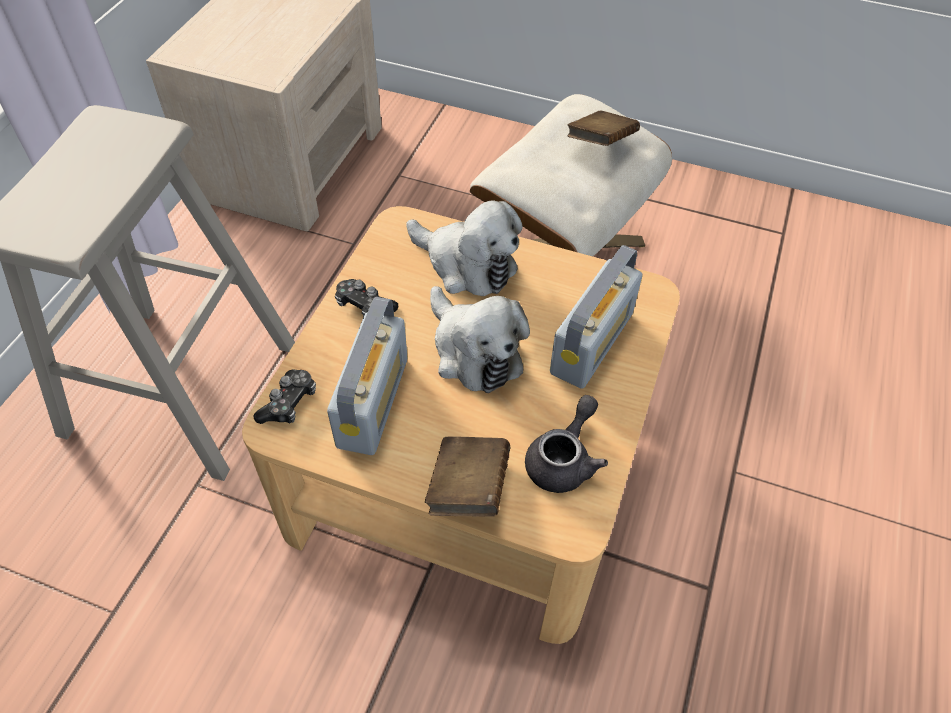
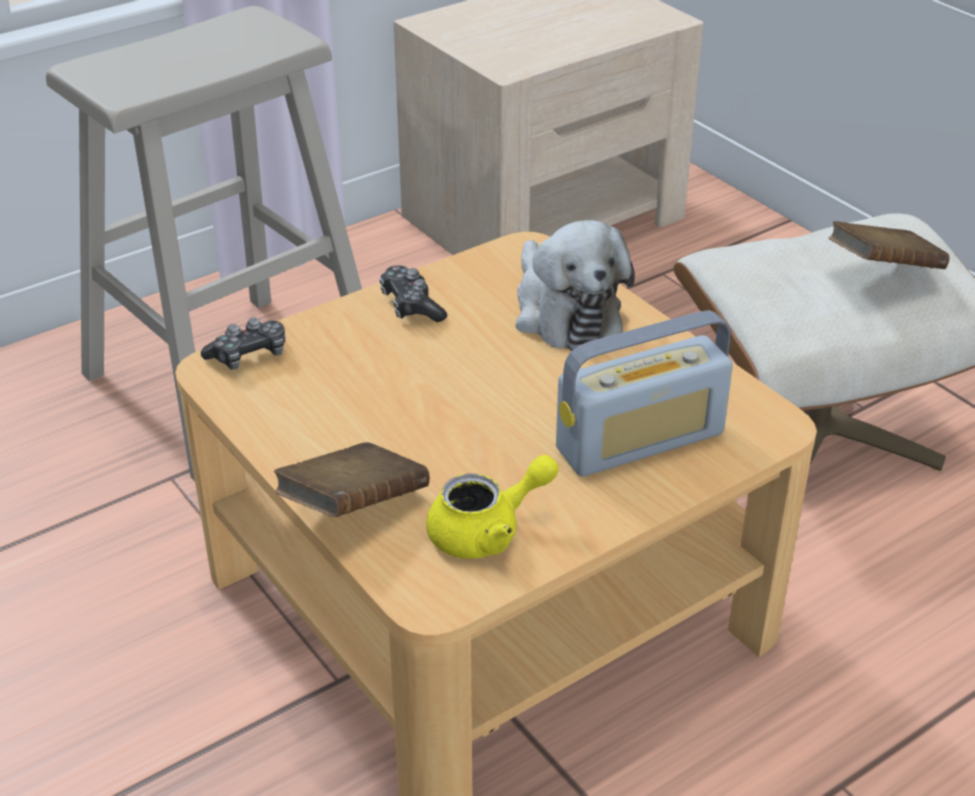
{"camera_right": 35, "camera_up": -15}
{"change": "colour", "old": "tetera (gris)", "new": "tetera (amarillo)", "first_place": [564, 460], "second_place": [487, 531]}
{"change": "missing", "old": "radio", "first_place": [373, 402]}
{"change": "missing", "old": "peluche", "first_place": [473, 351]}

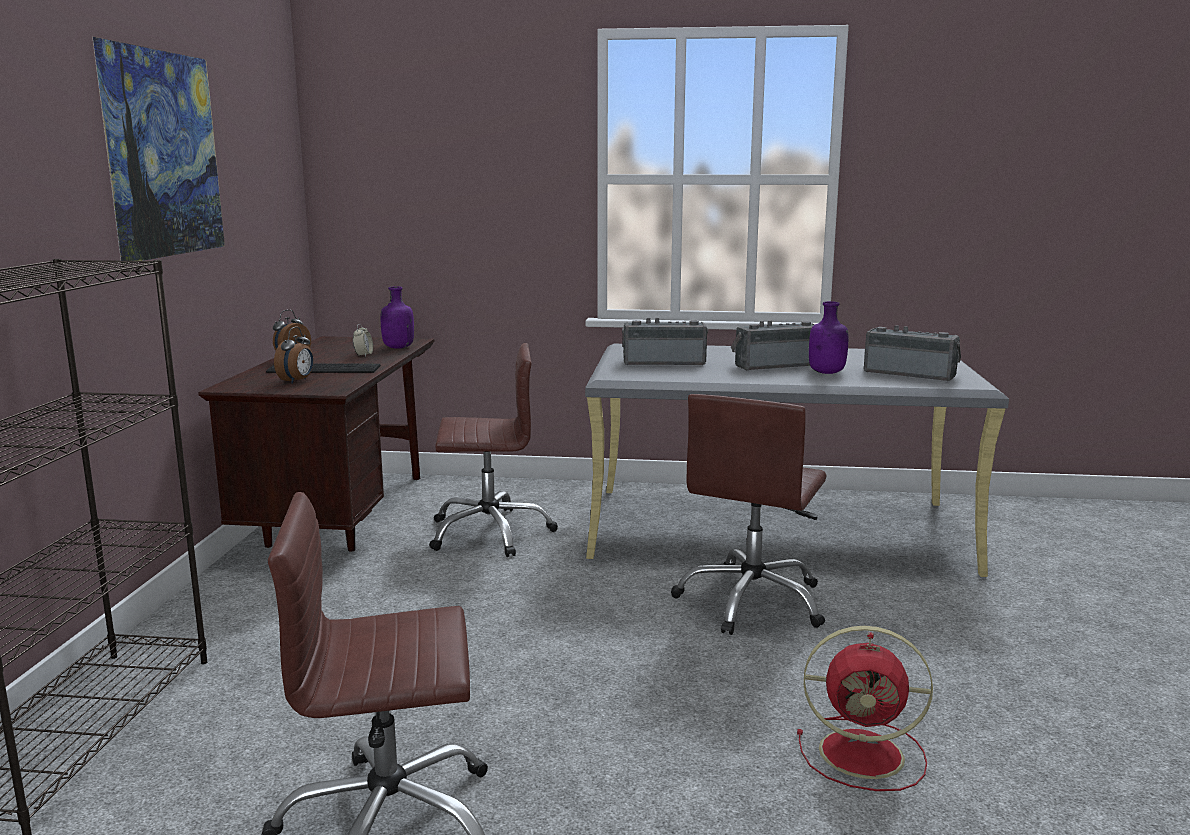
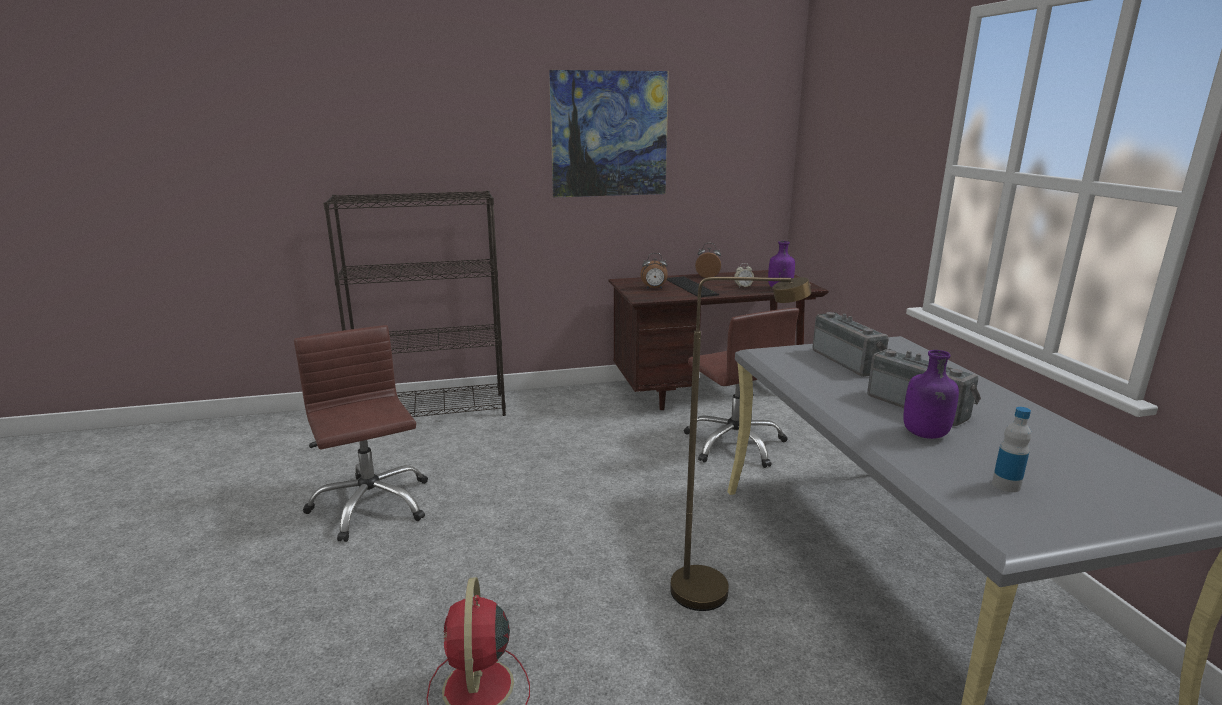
{"camera_right": 70, "camera_up": 5}
{"change": "exchanged", "old": "silla de oficina (marrón)", "new": "lámpara de pie (marrón)", "first_place": [752, 601], "second_place": [715, 590]}
{"change": "exchanged", "old": "radio", "new": "botella", "first_place": [910, 374], "second_place": [1006, 485]}

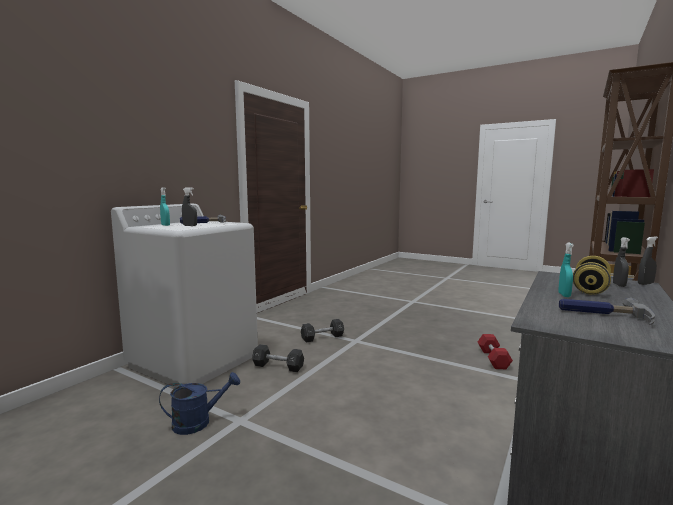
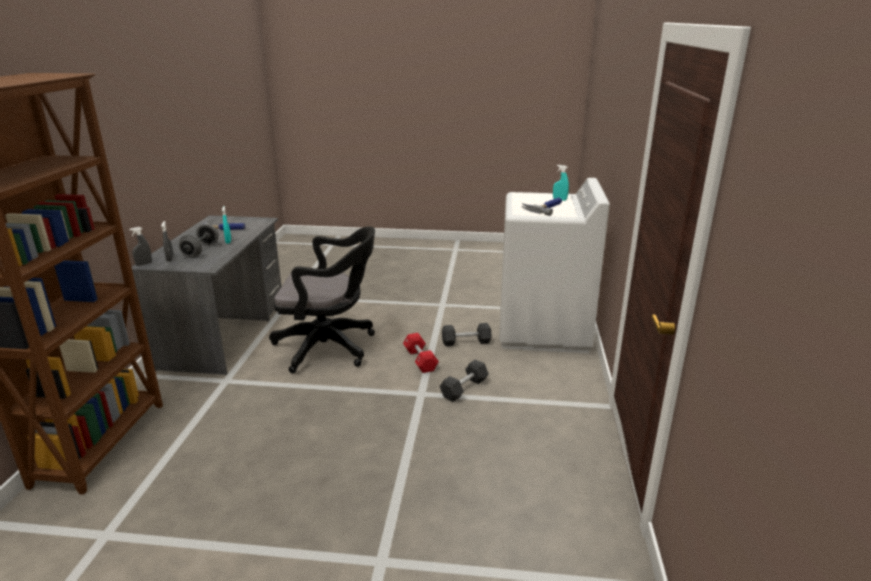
{"camera_right": 155, "camera_up": 15}
{"change": "colour", "old": "mancuerna (amarillo)", "new": "mancuerna (gris)", "first_place": [590, 289], "second_place": [201, 251]}
{"change": "appeared", "new": "silla de oficina (negro)", "second_place": [330, 347]}
{"change": "relocated", "old": "mancuerna (rojo)", "first_place": [493, 359], "second_place": [420, 360]}
{"change": "missing", "old": "regadera (azul)", "first_place": [198, 422]}
{"change": "missing", "old": "pulverizador (gris)", "first_place": [190, 225]}

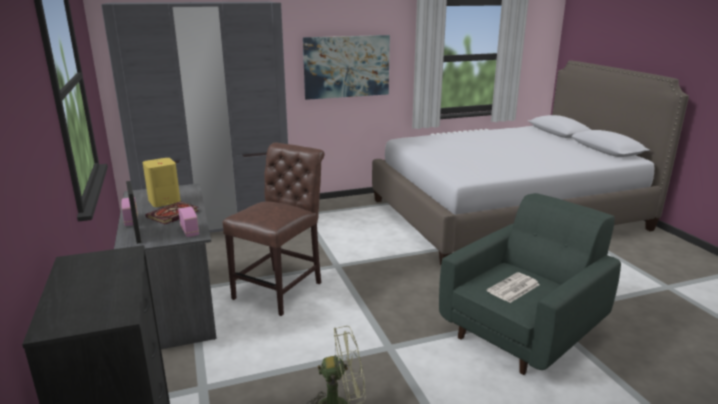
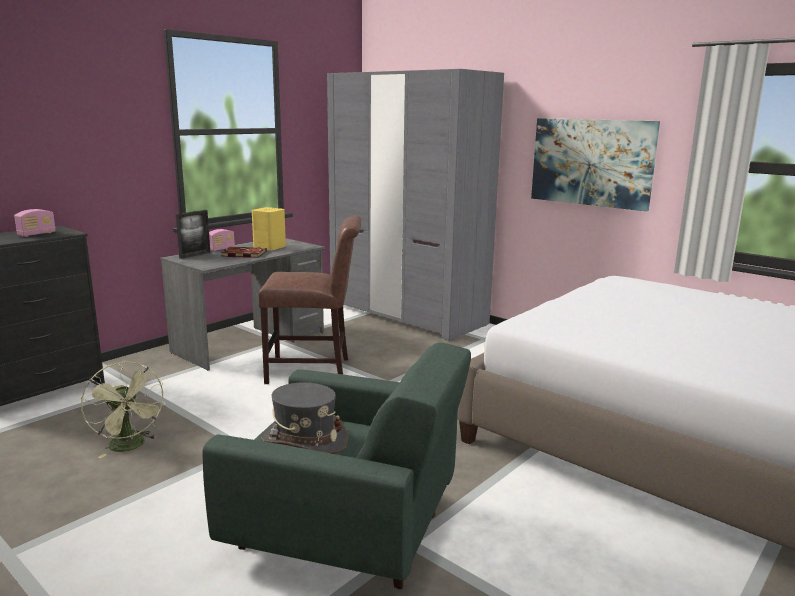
{"camera_right": 60, "camera_up": -5}
{"change": "relocated", "old": "radio", "first_place": [189, 231], "second_place": [37, 234]}
{"change": "exchanged", "old": "periódico", "new": "sombrero (gris)", "first_place": [513, 288], "second_place": [304, 441]}

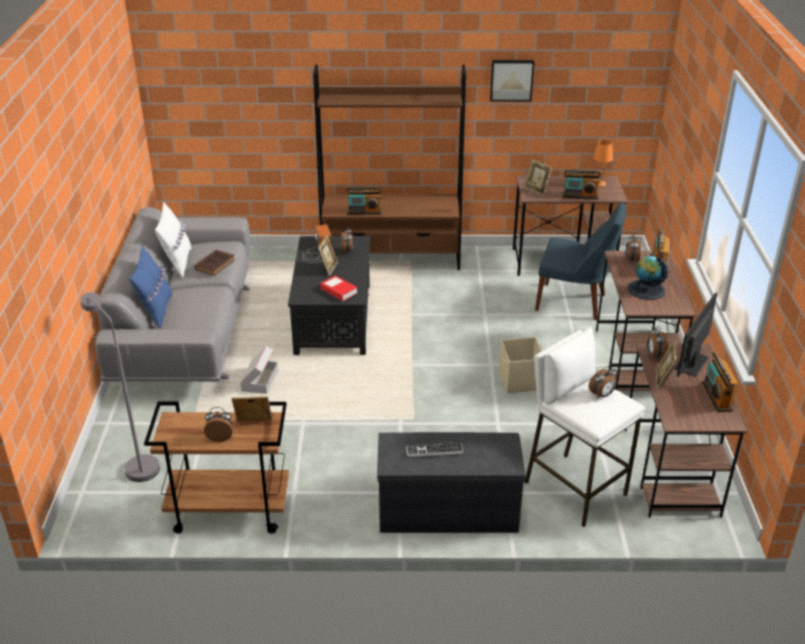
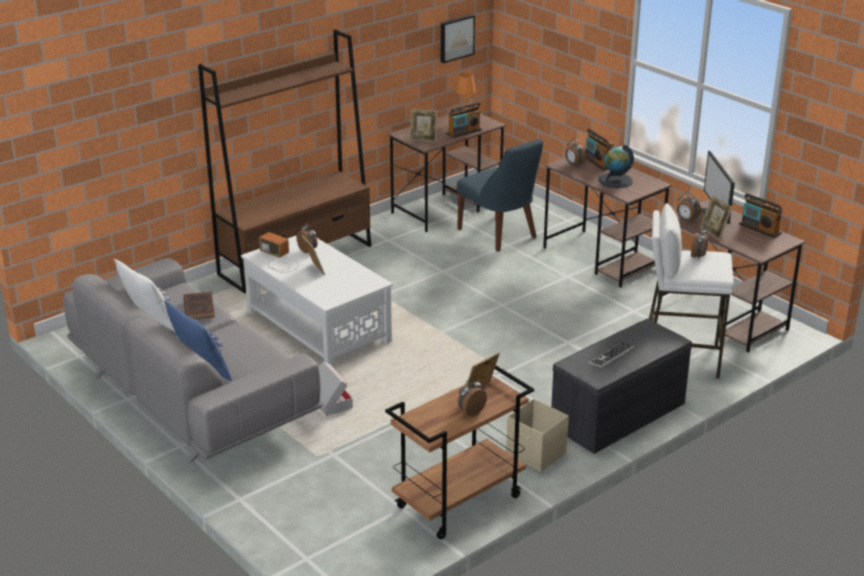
{"camera_right": -40, "camera_up": -5}
{"change": "colour", "old": "mesa de centro (negro)", "new": "mesa de centro (blanco)", "first_place": [333, 318], "second_place": [318, 326]}
{"change": "relocated", "old": "cuadro", "first_place": [511, 80], "second_place": [456, 38]}
{"change": "spun", "old": "silla (azul)", "first_place": [574, 302], "second_place": [499, 234], "degrees": 75}
{"change": "relocated", "old": "caja de almacenaje (beis)", "first_place": [519, 381], "second_place": [536, 454]}
{"change": "missing", "old": "lámpara de pie (gris)", "first_place": [137, 465]}
{"change": "missing", "old": "libro", "first_place": [338, 291]}
{"change": "missing", "old": "radio", "first_place": [364, 212]}

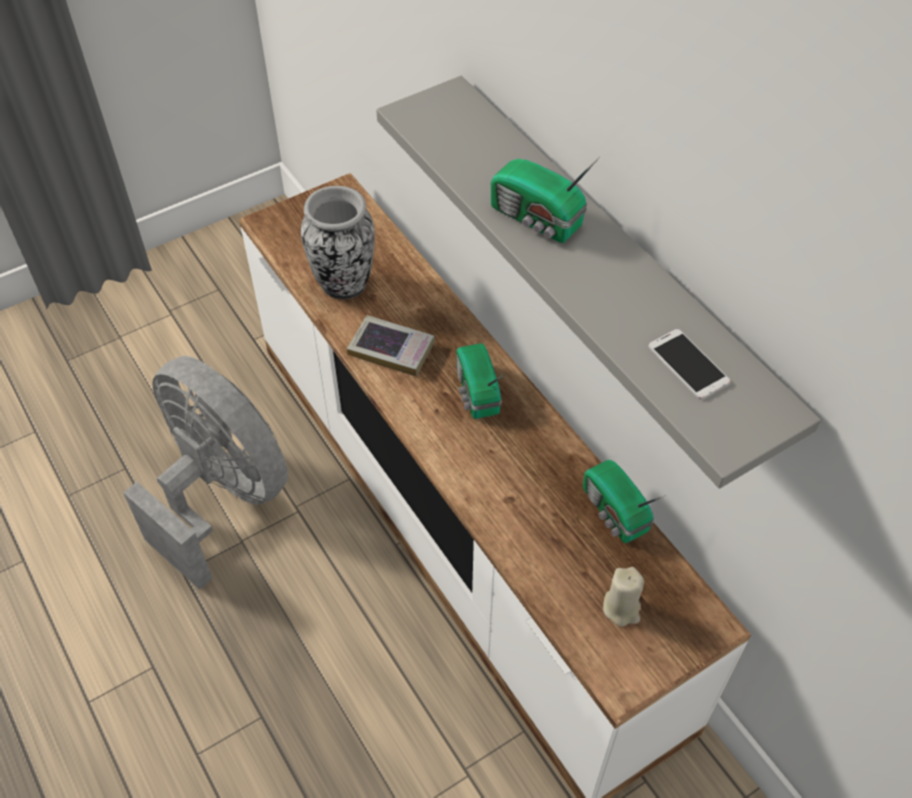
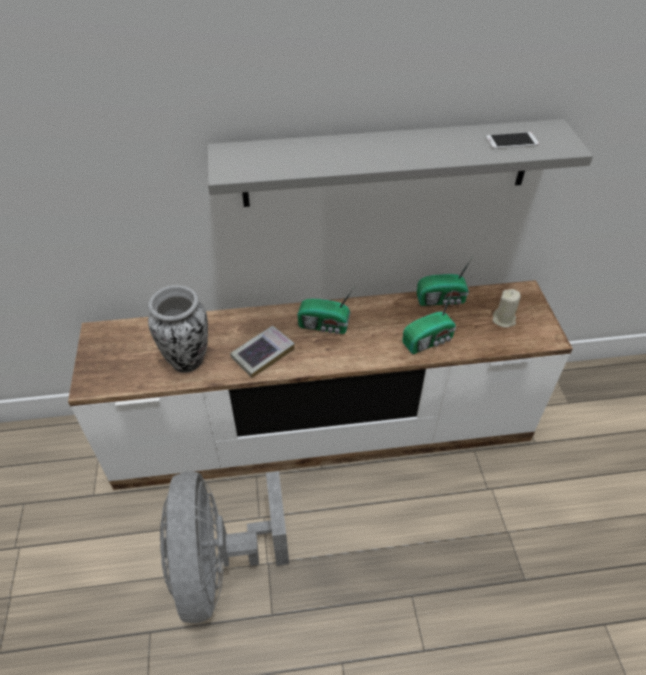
{"camera_right": -65, "camera_up": -5}
{"change": "spun", "old": "ventilador (gris)", "first_place": [221, 495], "second_place": [220, 565], "degrees": -75}
{"change": "relocated", "old": "radio", "first_place": [537, 219], "second_place": [429, 341]}

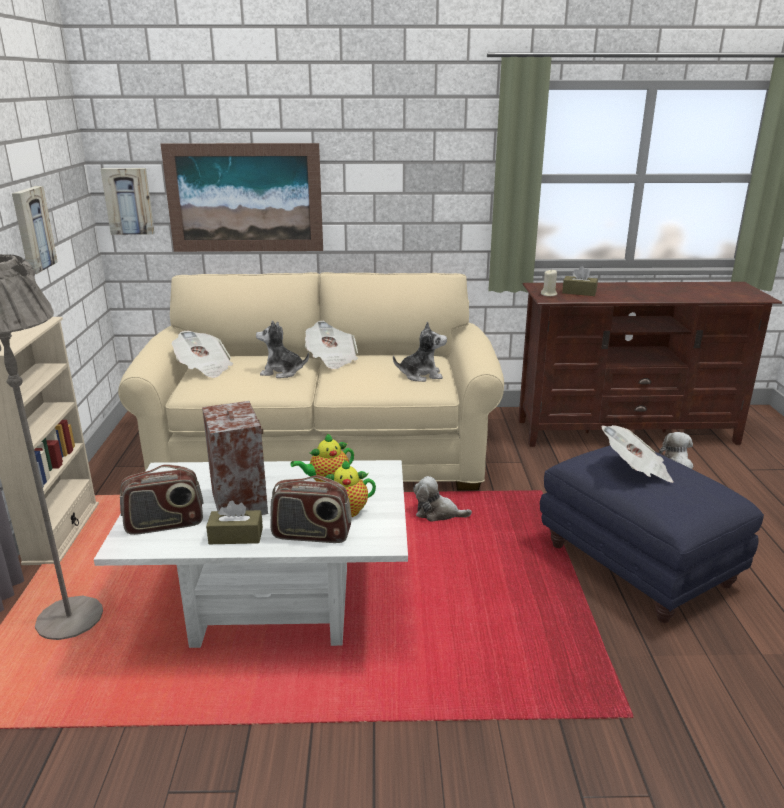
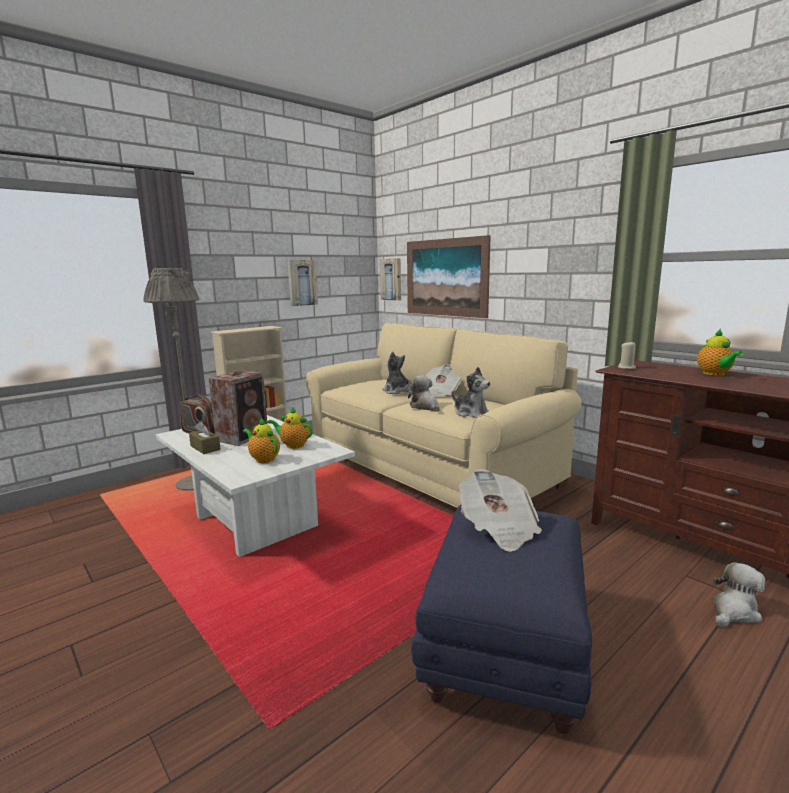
{"camera_right": 50, "camera_up": -10}
{"change": "relocated", "old": "peluche", "first_place": [437, 513], "second_place": [425, 407]}
{"change": "appeared", "new": "tetera", "second_place": [715, 374]}
{"change": "missing", "old": "periódico", "first_place": [204, 368]}
{"change": "missing", "old": "radio", "first_place": [311, 535]}
{"change": "missing", "old": "caja de pañuelos (marrón)", "first_place": [579, 292]}

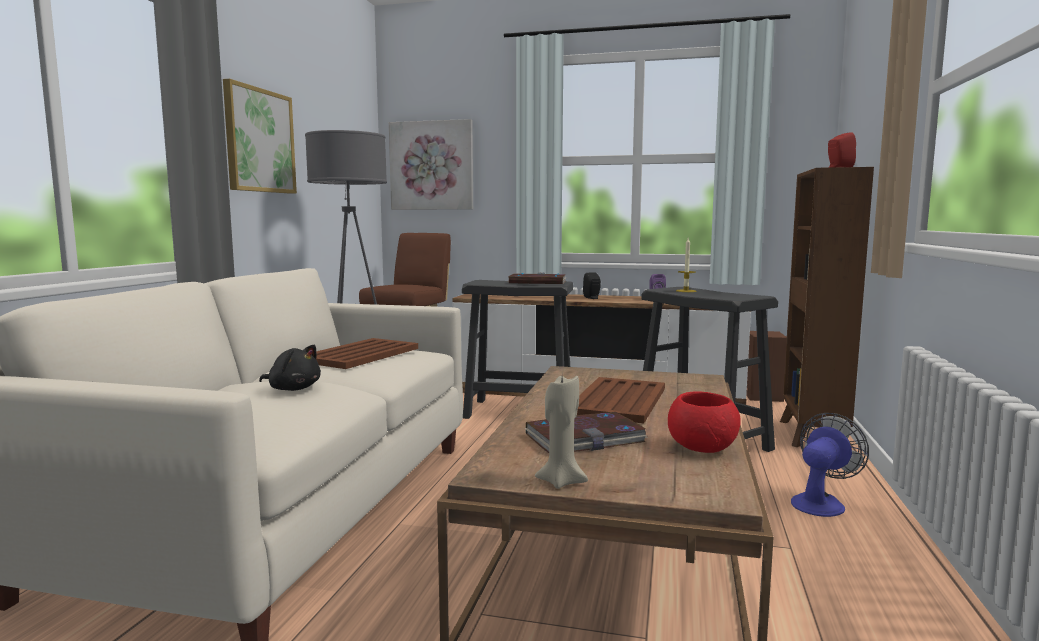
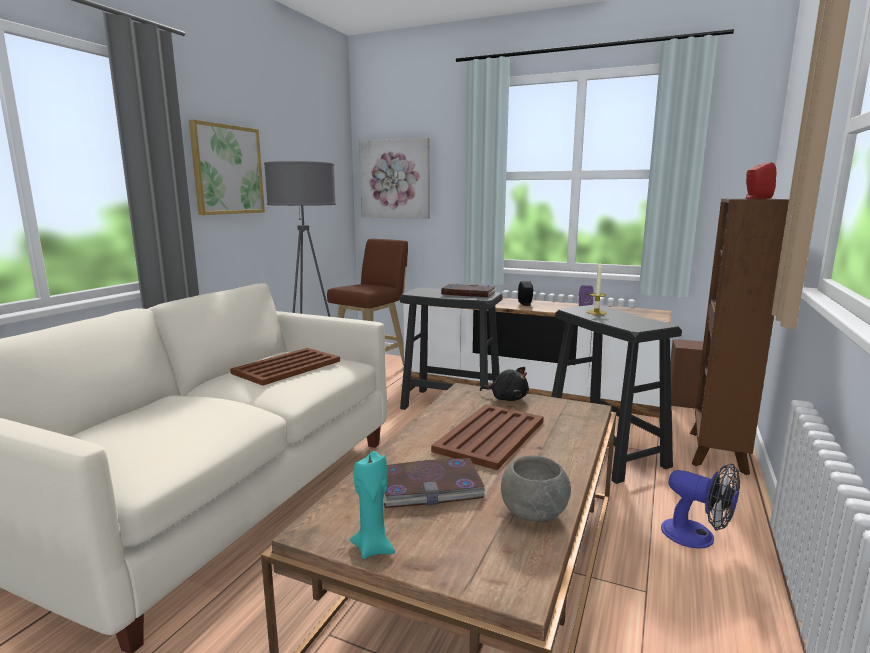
{"camera_right": 10, "camera_up": 5}
{"change": "colour", "old": "vela (beis)", "new": "vela (turquesa)", "first_place": [561, 481], "second_place": [373, 548]}
{"change": "relocated", "old": "peluche (negro)", "first_place": [293, 389], "second_place": [507, 398]}
{"change": "colour", "old": "cuenco (rojo)", "new": "cuenco (gris)", "first_place": [702, 448], "second_place": [534, 513]}
{"change": "spun", "old": "ventilador", "first_place": [821, 502], "second_place": [697, 537], "degrees": 75}

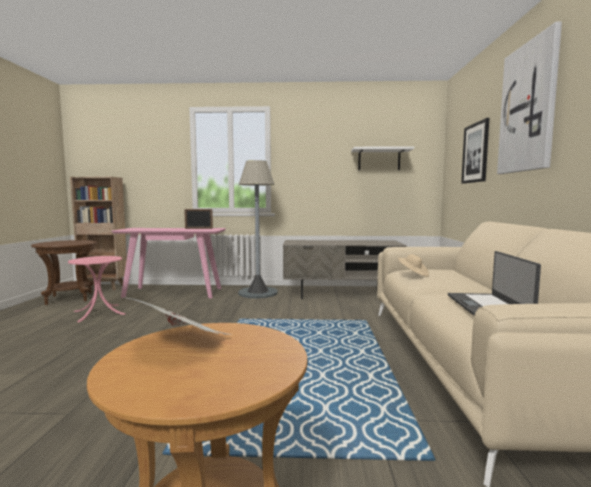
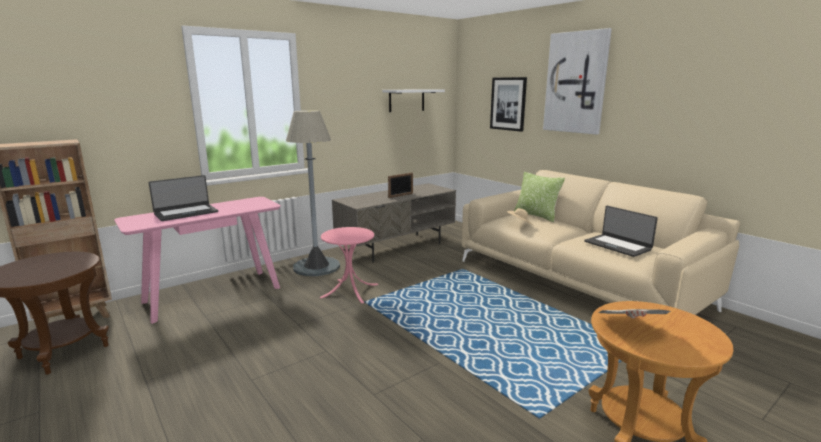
{"camera_right": -40, "camera_up": 10}
{"change": "appeared", "new": "portátil", "second_place": [186, 213]}
{"change": "relocated", "old": "mesa auxiliar (rosa)", "first_place": [99, 312], "second_place": [349, 290]}
{"change": "relocated", "old": "portarretratos", "first_place": [198, 228], "second_place": [401, 195]}
{"change": "appeared", "new": "cojín", "second_place": [536, 216]}

